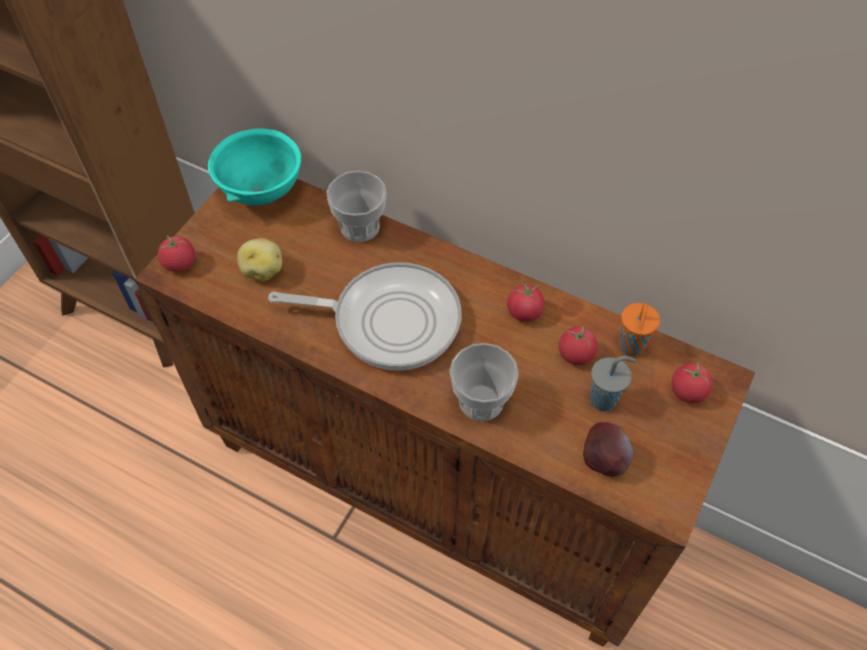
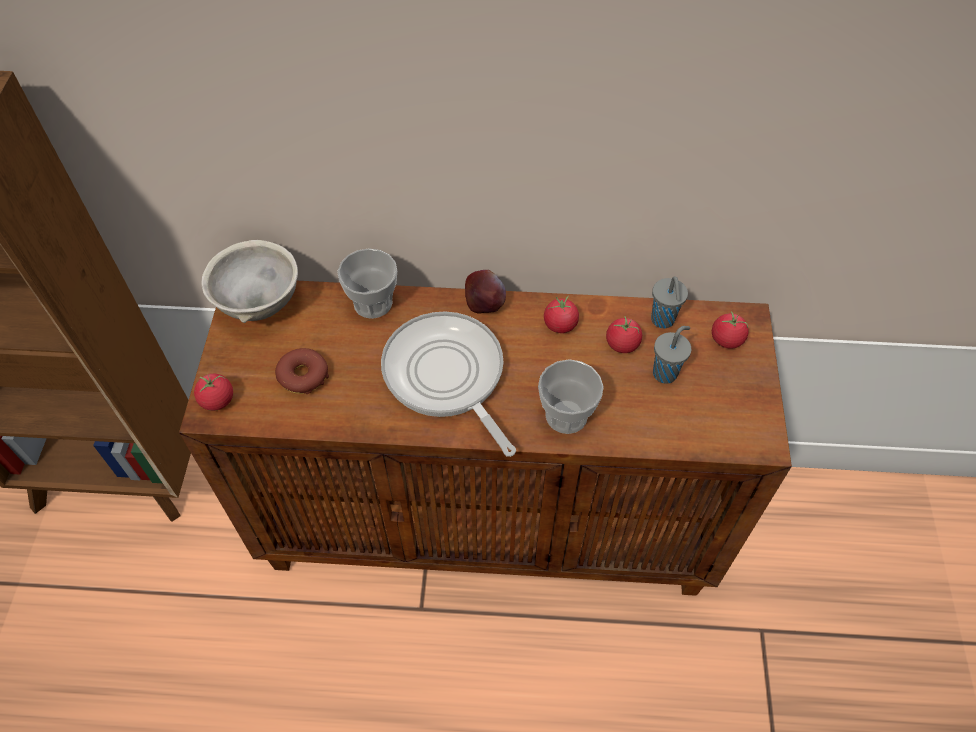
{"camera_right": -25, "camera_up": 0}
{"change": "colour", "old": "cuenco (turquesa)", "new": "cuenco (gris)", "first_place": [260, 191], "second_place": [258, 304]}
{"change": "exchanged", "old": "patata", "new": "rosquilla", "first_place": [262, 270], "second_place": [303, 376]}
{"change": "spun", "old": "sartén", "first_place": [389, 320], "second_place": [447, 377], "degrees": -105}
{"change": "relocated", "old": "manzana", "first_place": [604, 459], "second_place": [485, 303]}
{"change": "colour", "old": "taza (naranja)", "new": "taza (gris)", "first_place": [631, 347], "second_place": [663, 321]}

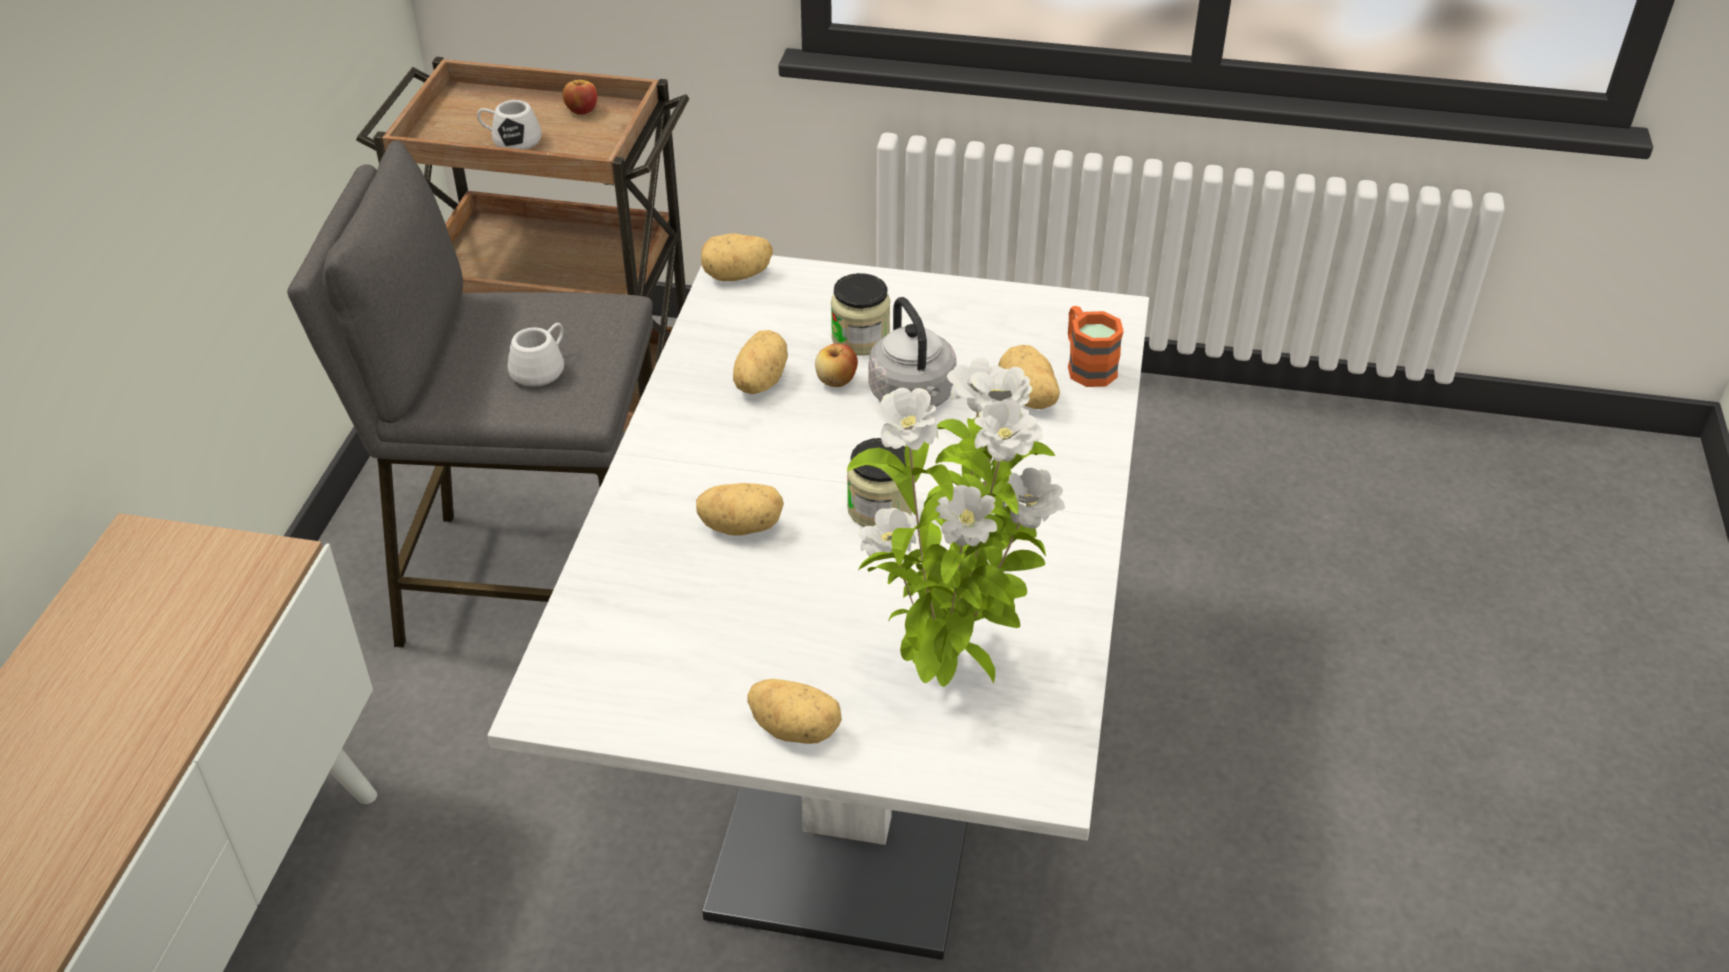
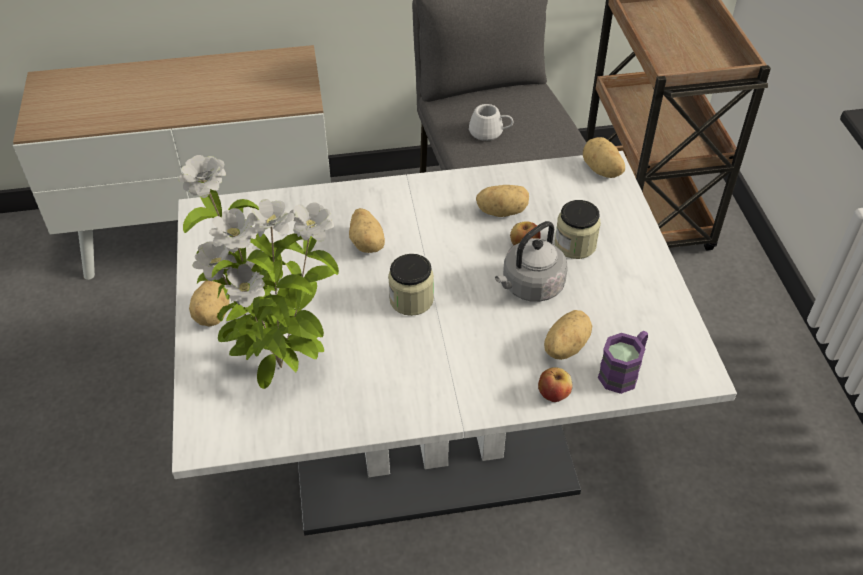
{"camera_right": 70, "camera_up": 5}
{"change": "relocated", "old": "manzana", "first_place": [581, 110], "second_place": [553, 394]}
{"change": "colour", "old": "taza grande (naranja)", "new": "taza grande (morado)", "first_place": [1086, 365], "second_place": [623, 372]}
{"change": "missing", "old": "taza grande (blanco)", "first_place": [511, 140]}

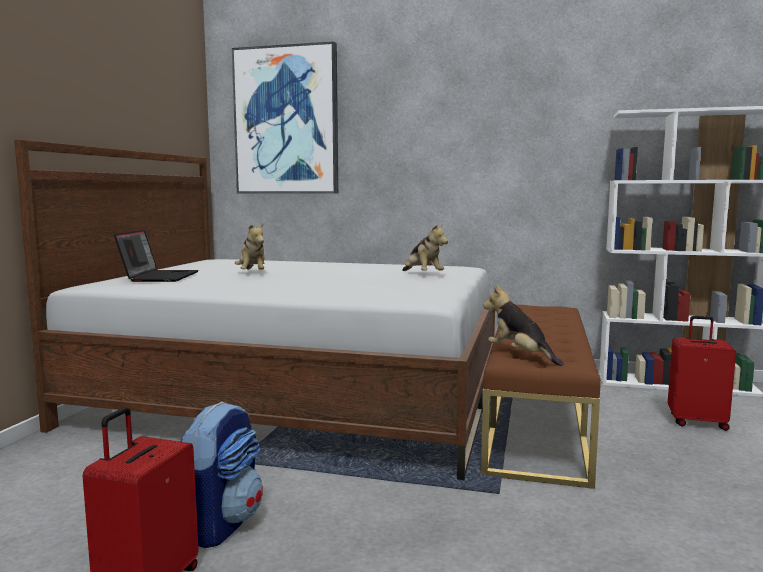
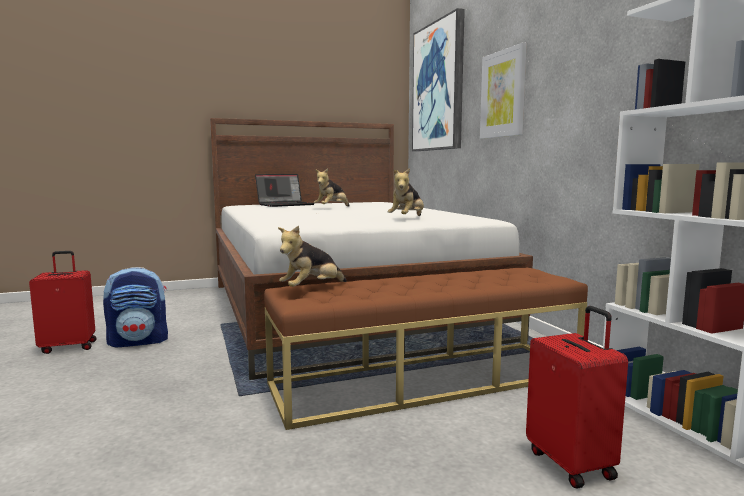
{"camera_right": 55, "camera_up": 0}
{"change": "spun", "old": "peluche", "first_place": [520, 356], "second_place": [312, 289], "degrees": -150}
{"change": "appeared", "new": "cuadro", "second_place": [503, 94]}

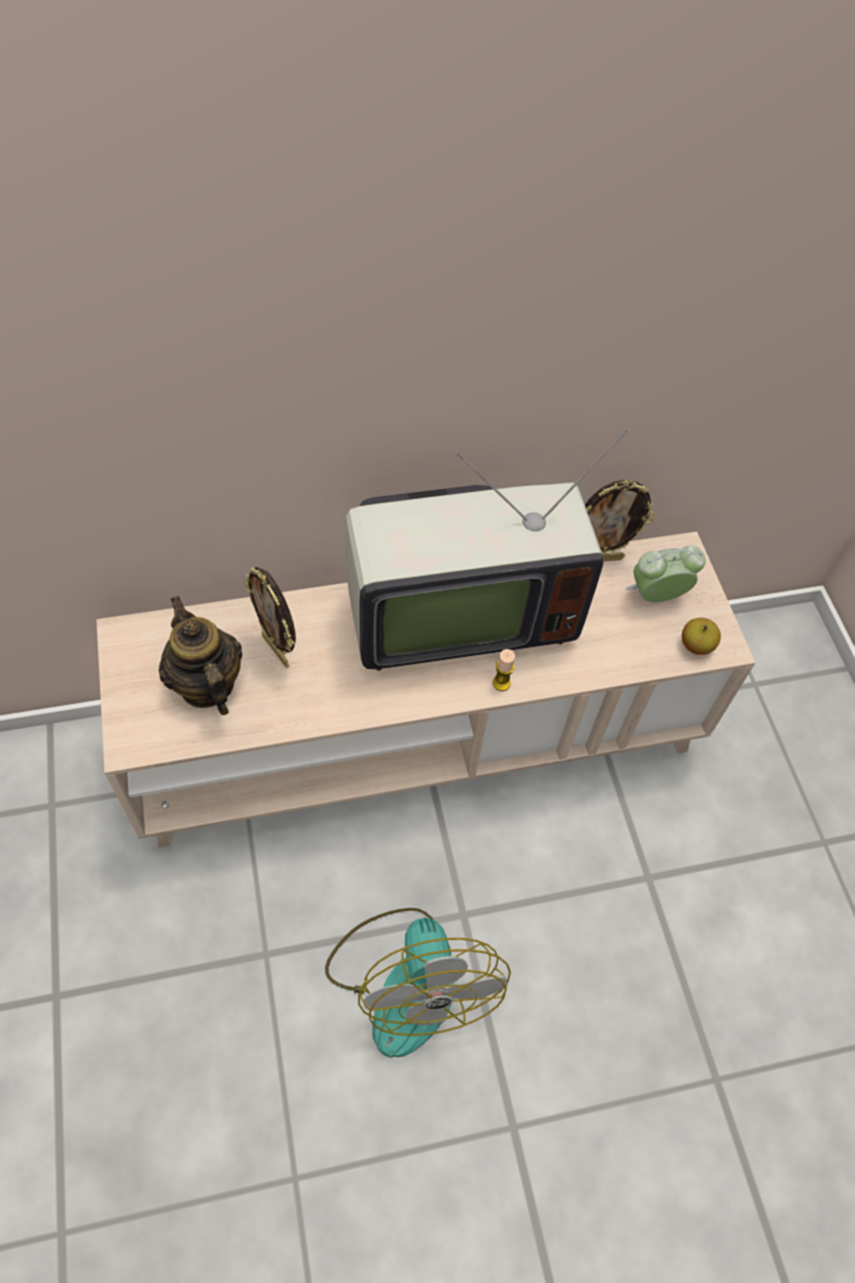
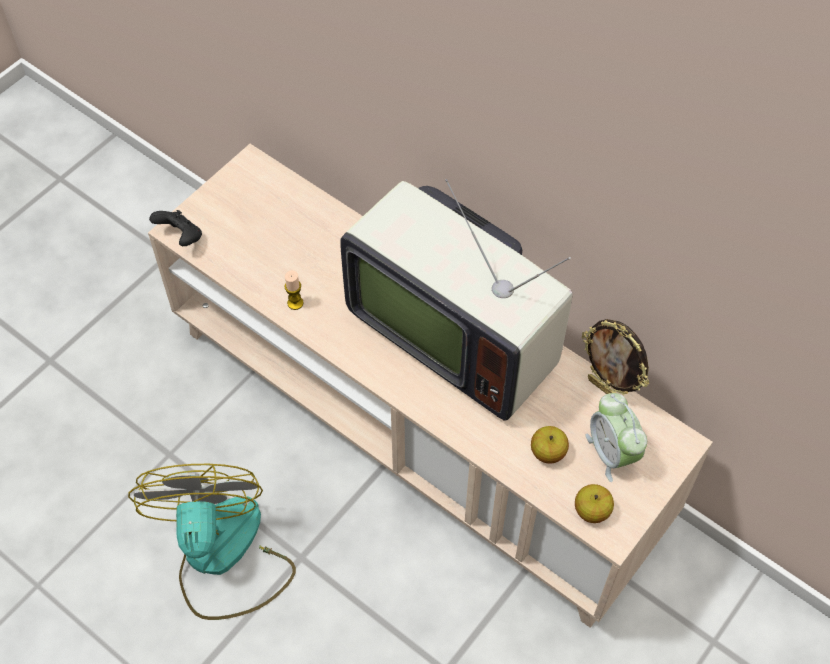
{"camera_right": 55, "camera_up": 0}
{"change": "spun", "old": "ventilador", "first_place": [408, 980], "second_place": [222, 556], "degrees": 135}
{"change": "appeared", "new": "mando de consola (negro)", "second_place": [181, 237]}
{"change": "relocated", "old": "vela", "first_place": [501, 683], "second_place": [295, 303]}
{"change": "appeared", "new": "manzana", "second_place": [548, 452]}
{"change": "spun", "old": "despertador", "first_place": [656, 596], "second_place": [612, 453], "degrees": -150}
{"change": "missing", "old": "tetera", "first_place": [206, 684]}
{"change": "missing", "old": "portarretratos", "first_place": [277, 650]}

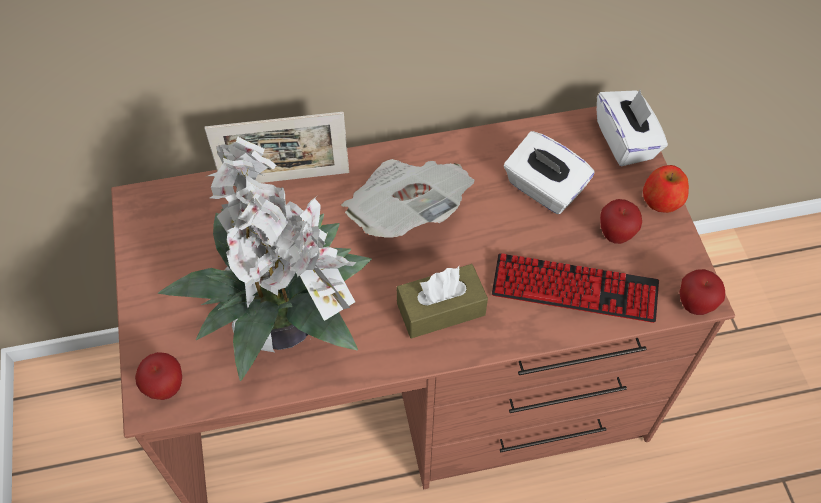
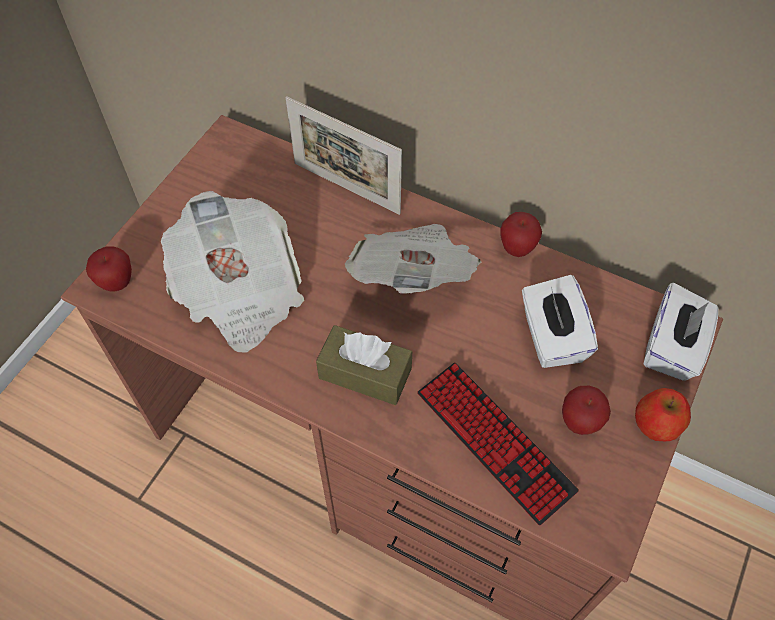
{"camera_right": 40, "camera_up": 0}
{"change": "exchanged", "old": "planta en maceta", "new": "periódico", "first_place": [281, 320], "second_place": [239, 292]}
{"change": "relocated", "old": "manzana", "first_place": [694, 304], "second_place": [517, 248]}

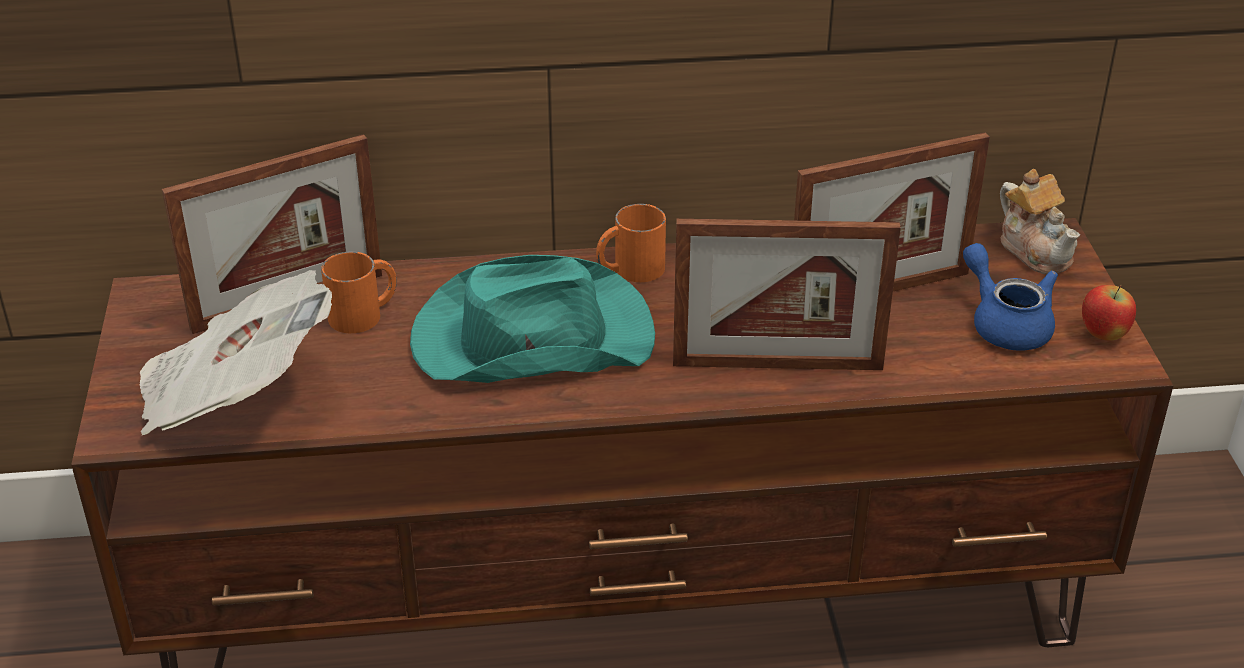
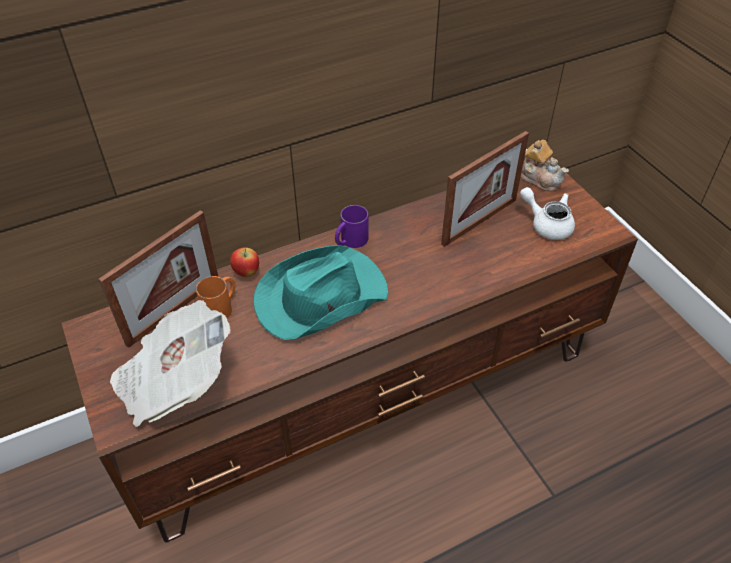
{"camera_right": -20, "camera_up": 10}
{"change": "relocated", "old": "manzana", "first_place": [1103, 335], "second_place": [246, 273]}
{"change": "colour", "old": "taza grande (naranja)", "new": "taza grande (morado)", "first_place": [630, 270], "second_place": [350, 241]}
{"change": "colour", "old": "tetera (azul)", "new": "tetera (blanco)", "first_place": [1005, 323], "second_place": [547, 224]}
{"change": "missing", "old": "portarretratos", "first_place": [777, 365]}

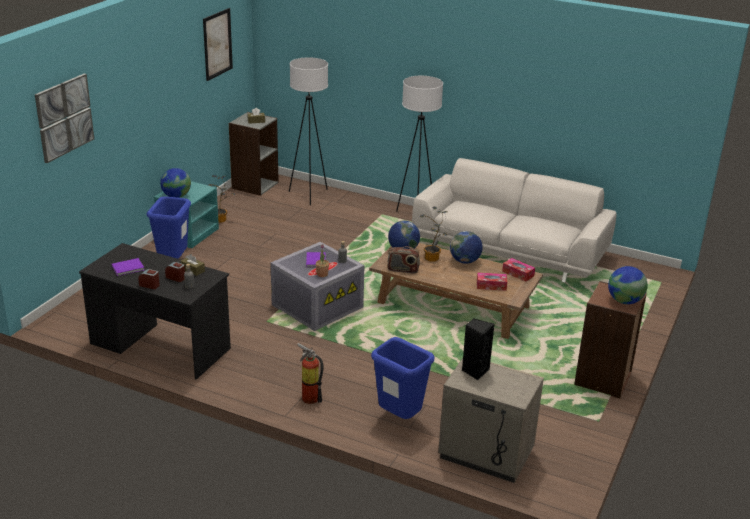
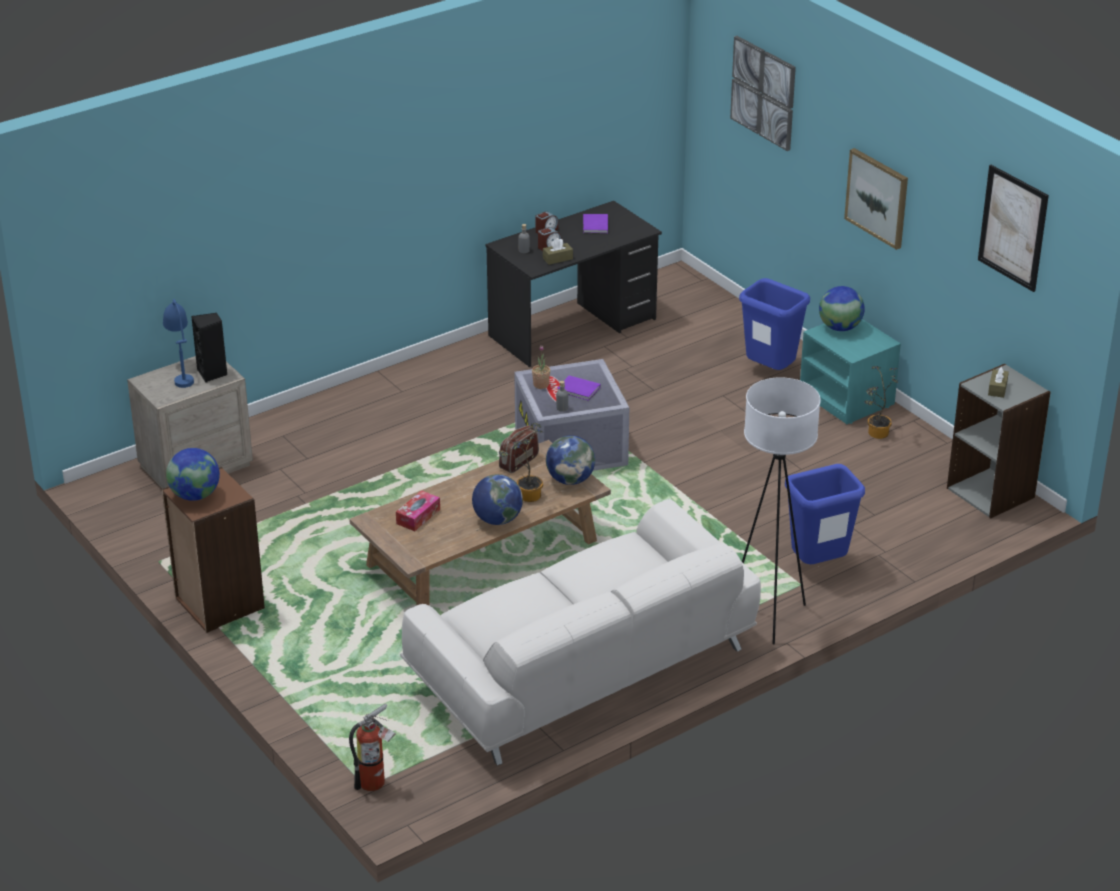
{"camera_right": 120, "camera_up": 5}
{"change": "appeared", "new": "lámpara de mesa (azul)", "second_place": [181, 371]}
{"change": "relocated", "old": "extintor", "first_place": [309, 397], "second_place": [376, 782]}
{"change": "relocated", "old": "papelera (azul)", "first_place": [400, 418], "second_place": [817, 566]}
{"change": "appeared", "new": "cuadro", "second_place": [877, 198]}
{"change": "missing", "old": "lámpara de pie (blanco)", "first_place": [309, 195]}
{"change": "missing", "old": "caja de pañuelos", "first_place": [518, 273]}

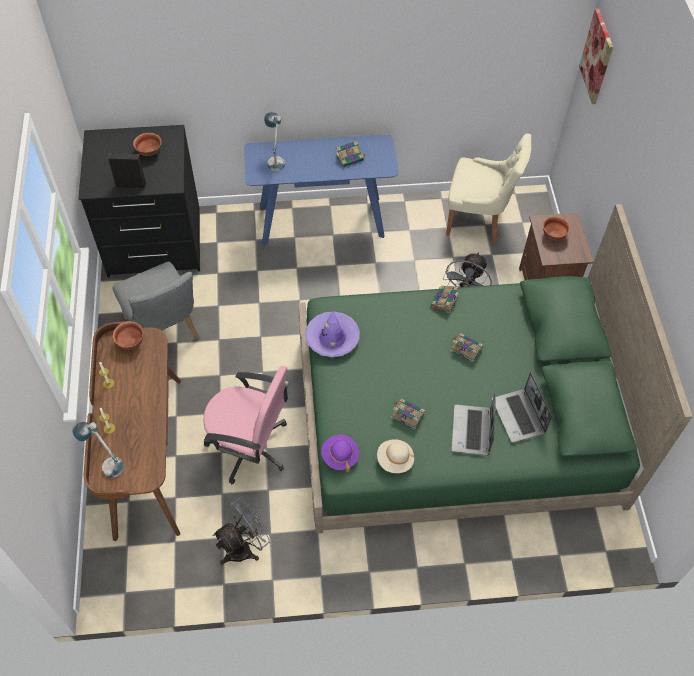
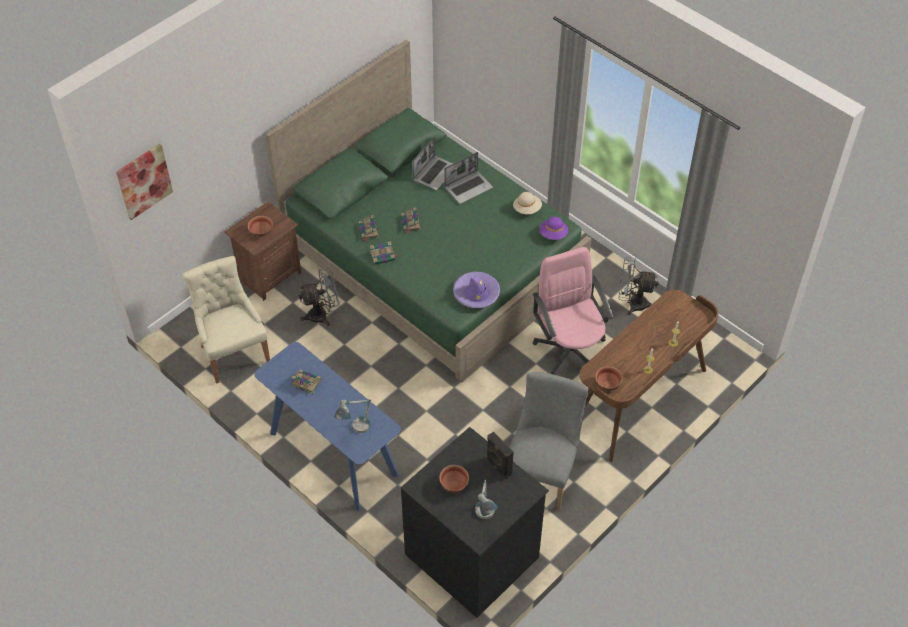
{"camera_right": -130, "camera_up": -5}
{"change": "relocated", "old": "libro", "first_place": [407, 414], "second_place": [368, 231]}
{"change": "relocated", "old": "lámpara de mesa", "first_place": [106, 462], "second_place": [485, 518]}

